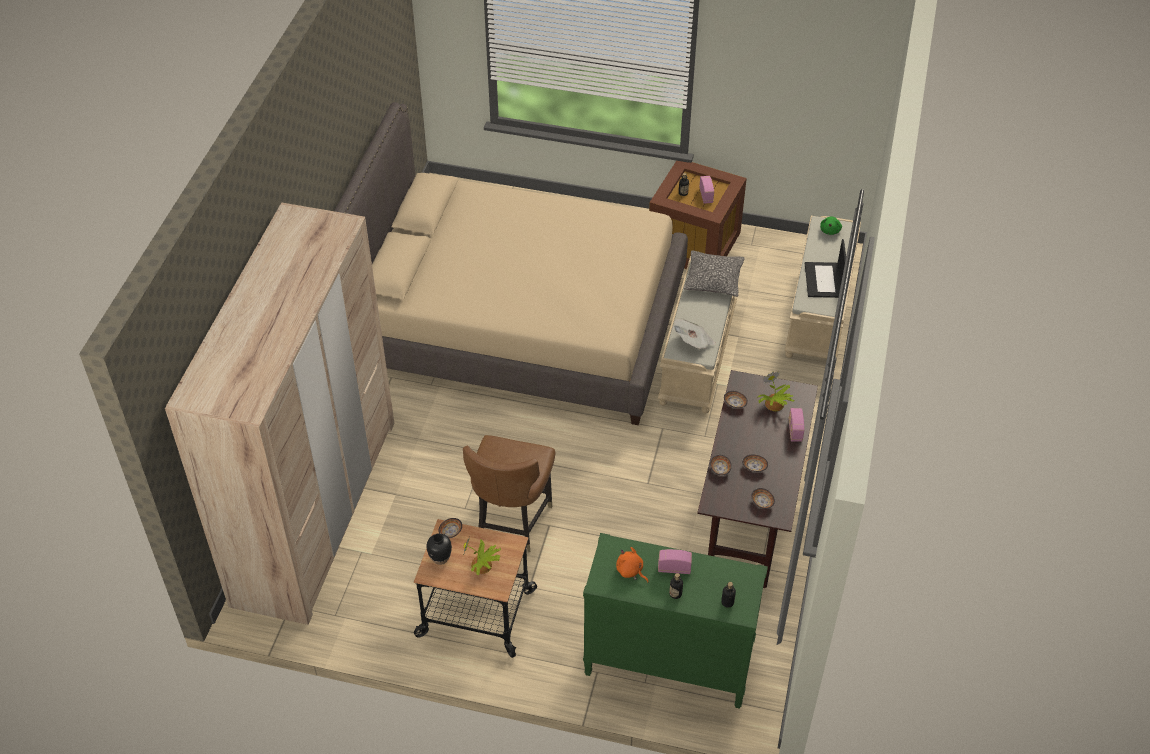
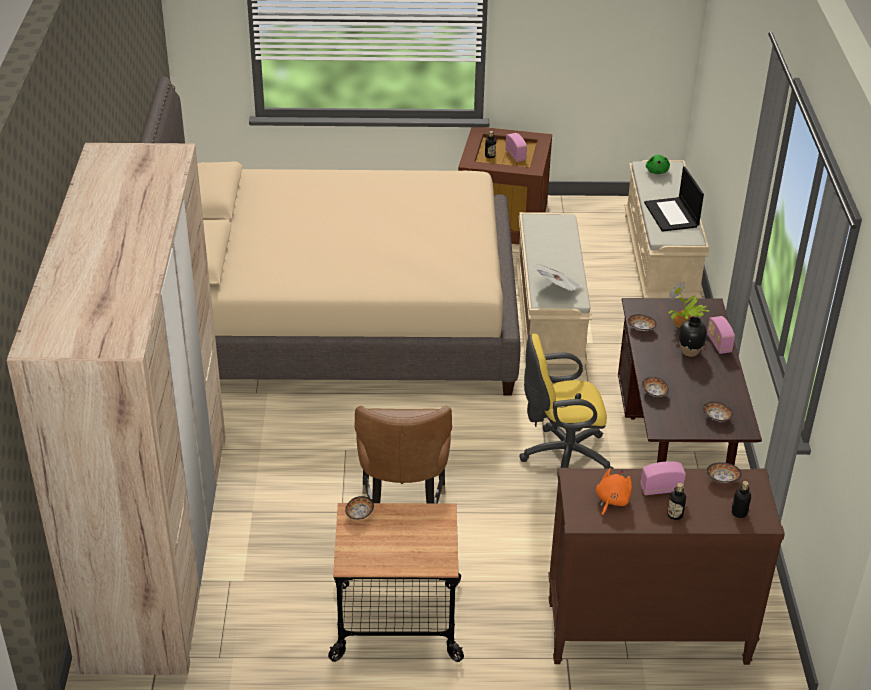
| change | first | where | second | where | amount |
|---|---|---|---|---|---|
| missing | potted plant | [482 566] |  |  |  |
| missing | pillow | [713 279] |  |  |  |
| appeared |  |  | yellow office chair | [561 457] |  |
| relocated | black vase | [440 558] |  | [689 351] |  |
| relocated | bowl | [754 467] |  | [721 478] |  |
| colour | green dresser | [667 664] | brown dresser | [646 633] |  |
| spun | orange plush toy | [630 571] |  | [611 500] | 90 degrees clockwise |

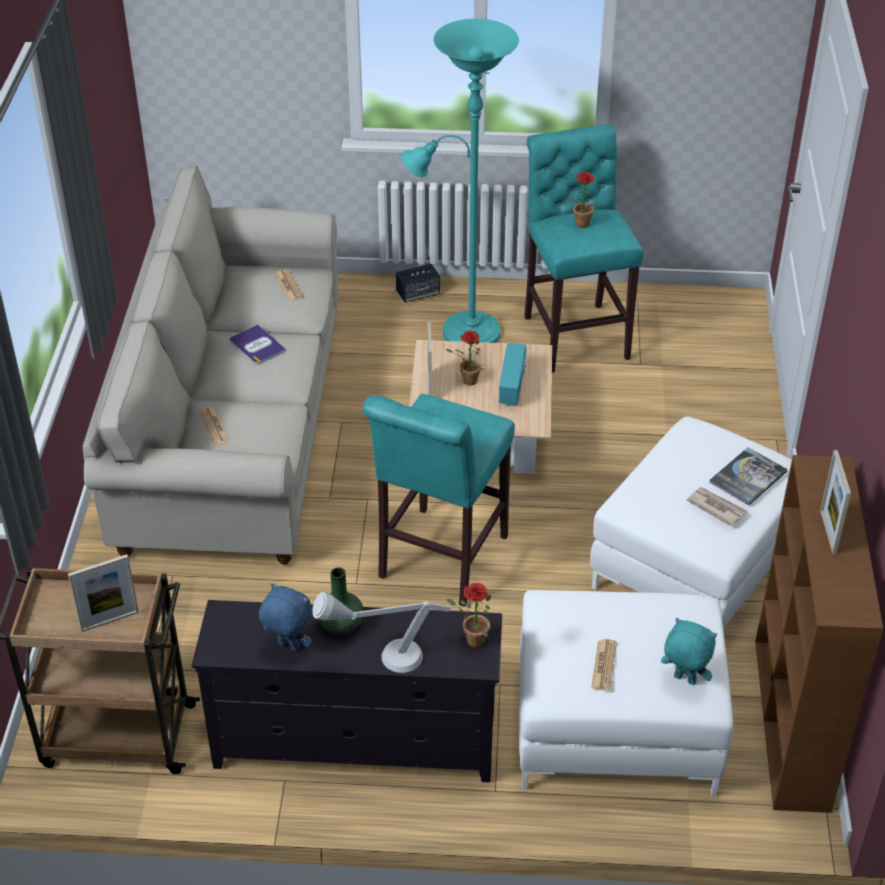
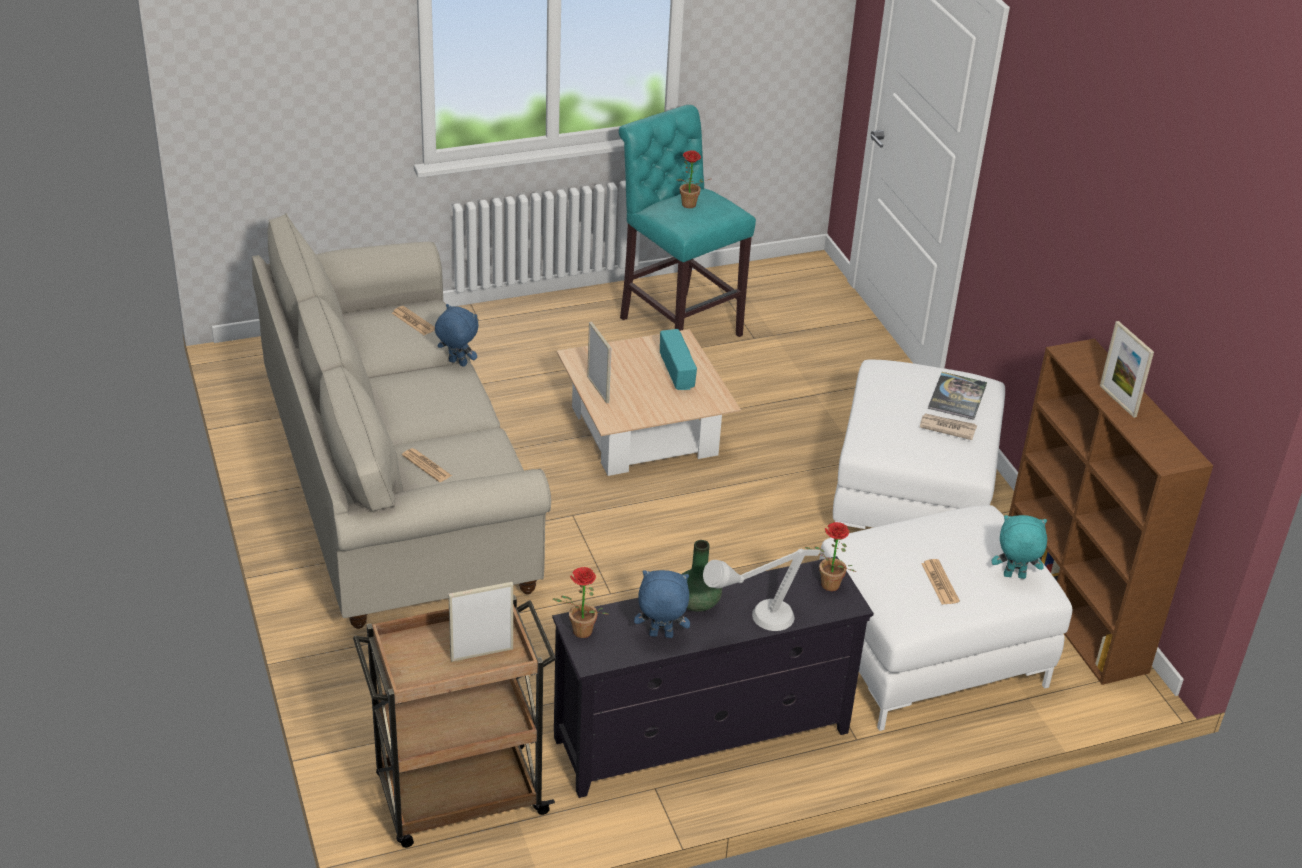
| change | first | where | second | where | amount |
|---|---|---|---|---|---|
| missing | book | [257 346] |  |  |  |
| missing | turquoise stool | [439 561] |  |  |  |
| missing | speaker | [418 294] |  |  |  |
| missing | turquoise floor lamp | [463 332] |  |  |  |
| appeared |  |  | blue plush toy | [457 363] |  |
| relocated | potted plant | [466 381] |  | [579 633] |  |
| spun | picture frame | [110 621] |  | [482 654] | 150 degrees counterclockwise |

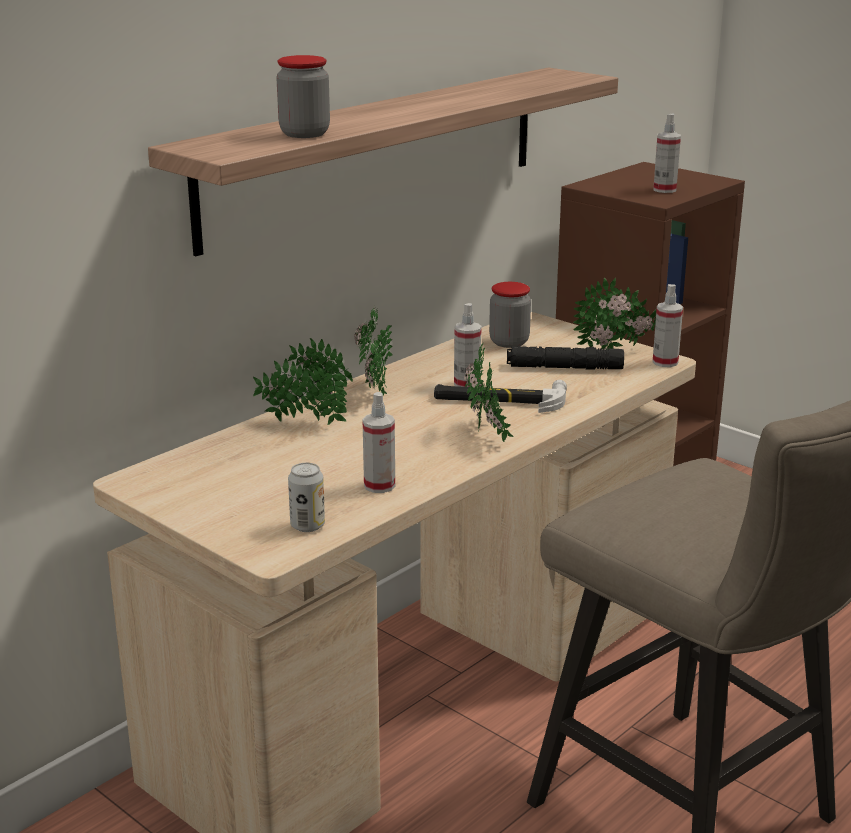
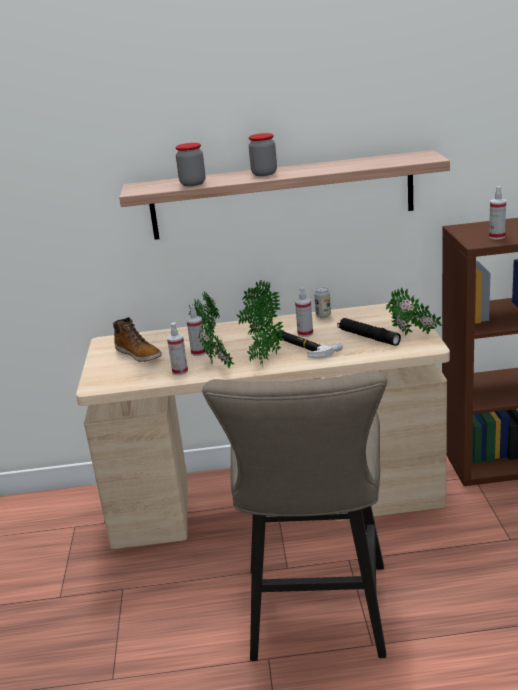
| change | first | where | second | where | amount |
|---|---|---|---|---|---|
| appeared |  |  | boot | [139 354] |  |
| appeared |  |  | potted plant | [218 367] |  |
| relocated | can | [307 526] |  | [323 315] |  |
| relocated | jar | [509 342] |  | [264 173] |  |
| relocated | spray bottle | [665 362] |  | [198 352] |  |

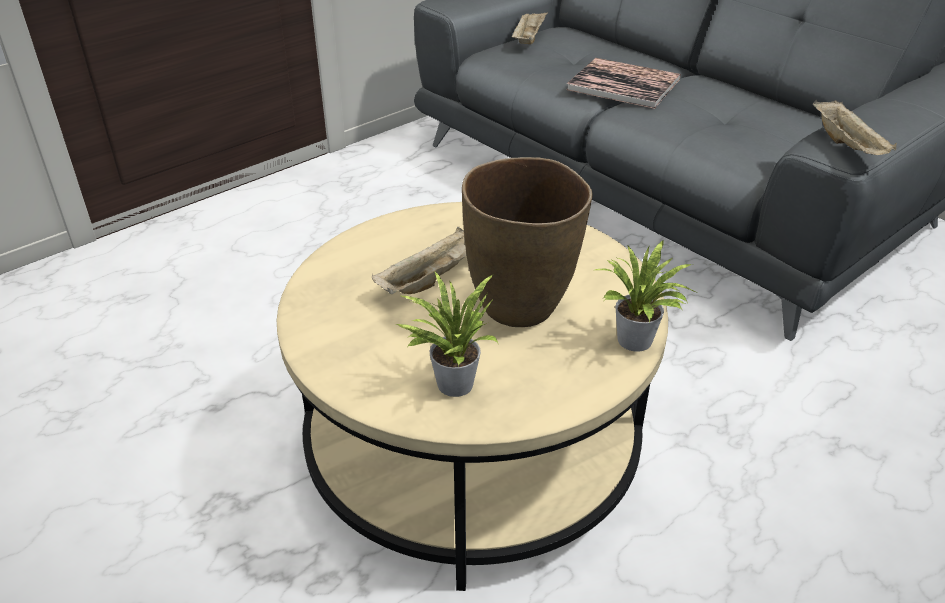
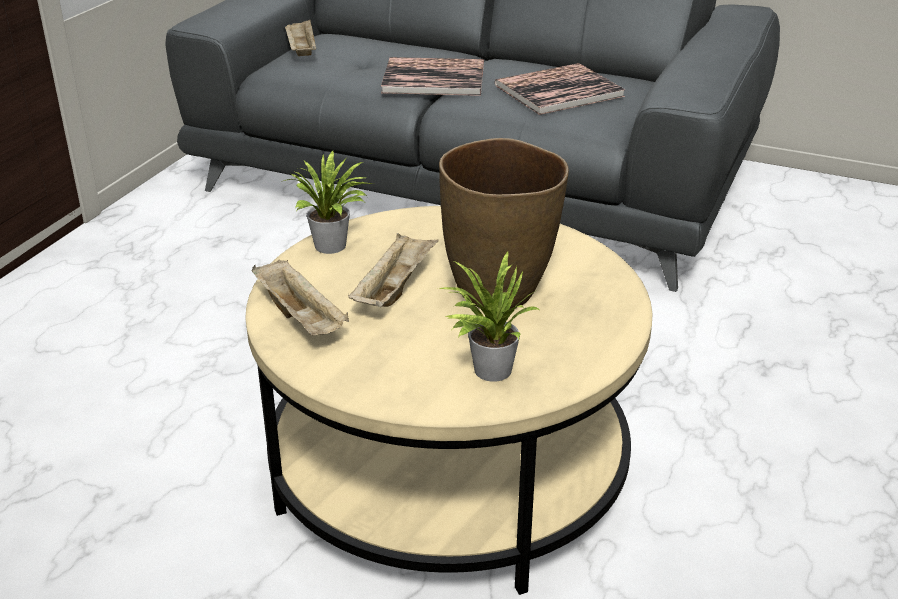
| change | first | where | second | where | amount |
|---|---|---|---|---|---|
| appeared |  |  | book | [559 90] |  |
| relocated | potted plant | [637 343] |  | [333 247] |  |
| relocated | beige tray | [848 146] |  | [301 318] |  |

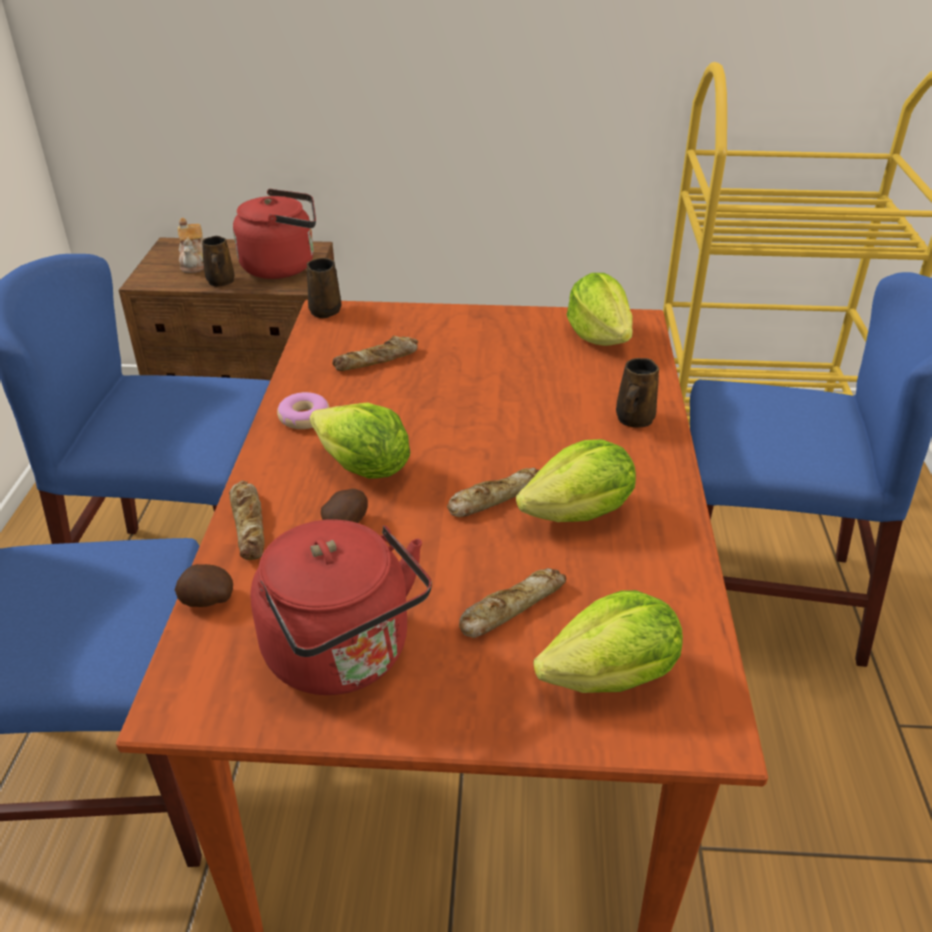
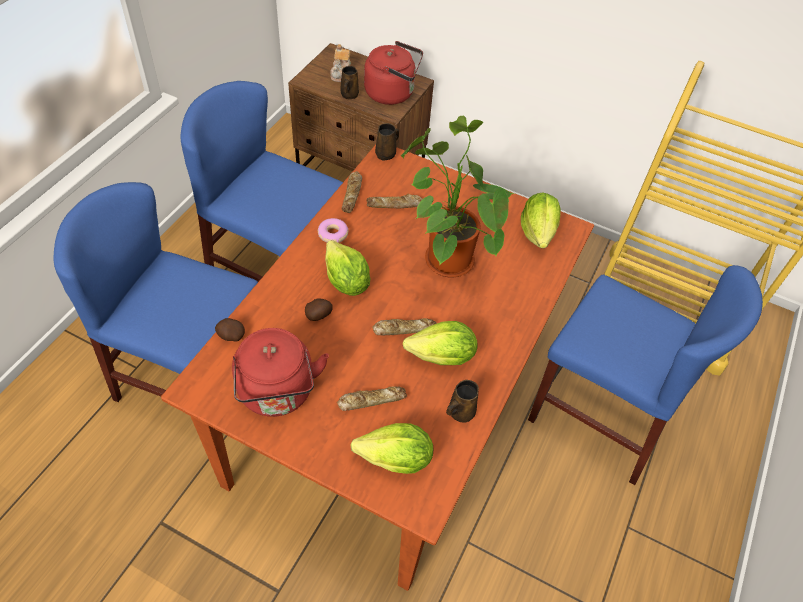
| change | first | where | second | where | amount |
|---|---|---|---|---|---|
| appeared |  |  | potted plant | [444 258] |  |
| relocated | bread | [249 525] |  | [352 194] |  |
| relocated | brown mug | [633 420] |  | [460 412] |  |

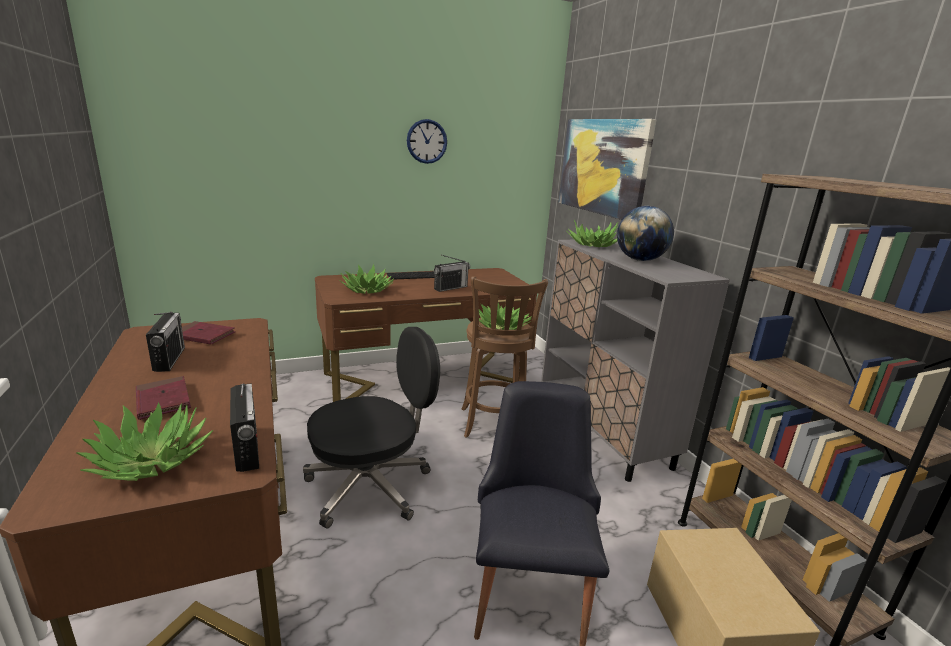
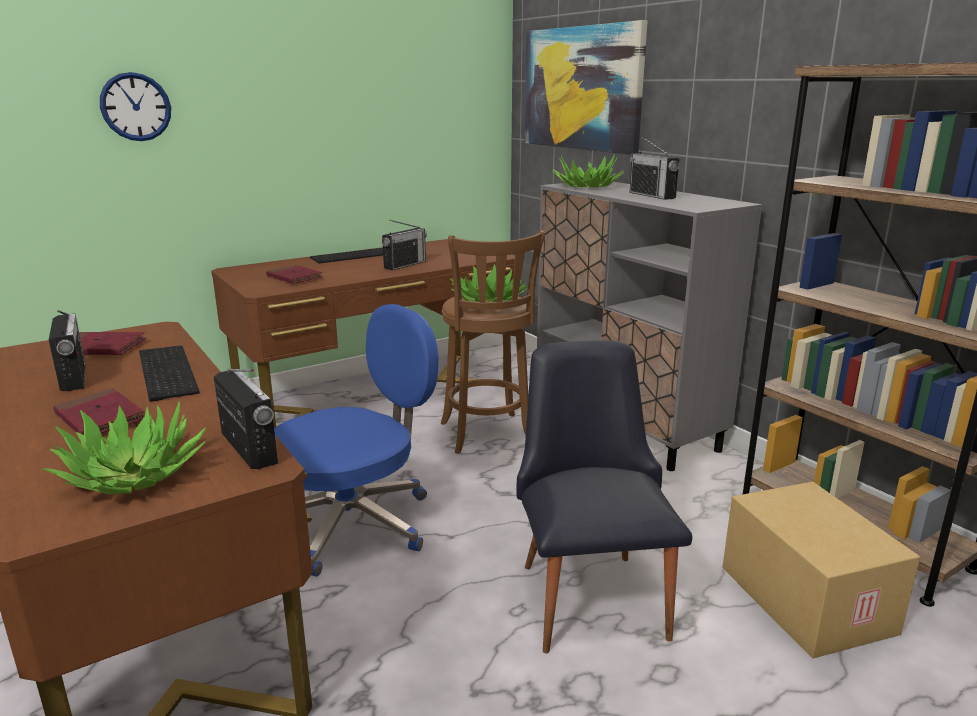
| change | first | where | second | where | amount |
|---|---|---|---|---|---|
| appeared |  |  | keyboard | [164 372] |  |
| relocated | wall clock | [427 141] |  | [136 107] |  |
| exchanged | potted plant | [367 290] | red book | [294 277] |  |
| exchanged | globe | [640 260] | radio | [652 195] |  |
| colour | black office chair | [371 486] | blue office chair | [355 523] |  |

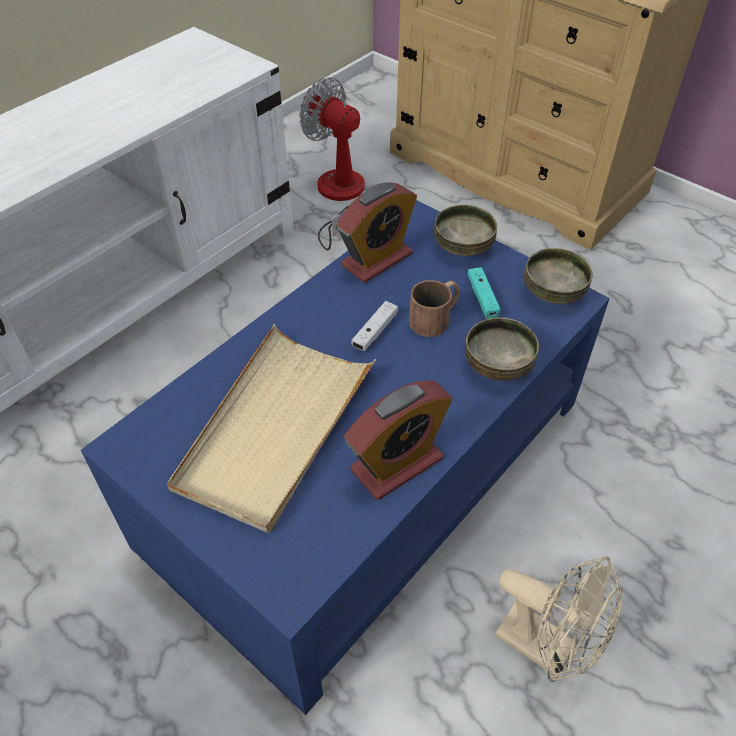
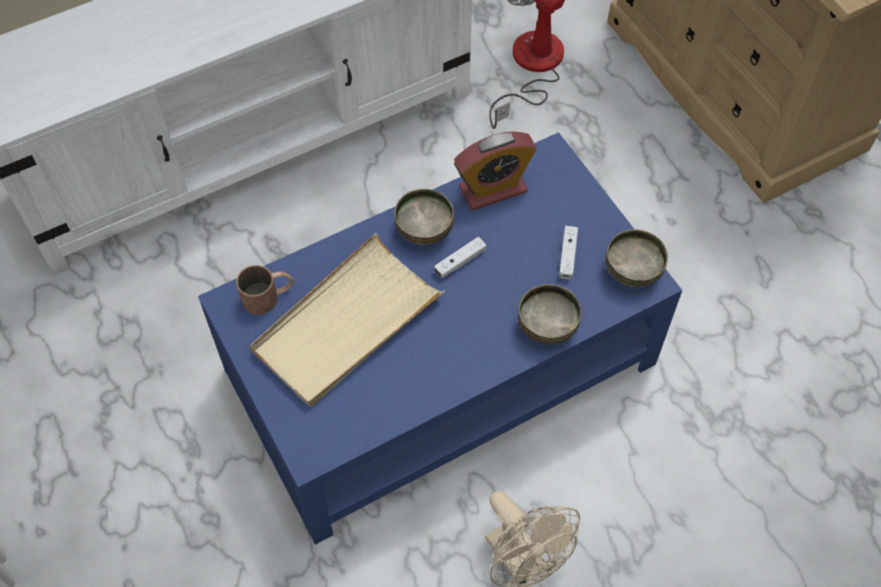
| change | first | where | second | where | amount |
|---|---|---|---|---|---|
| missing | alarm clock | [396 464] |  |  |  |
| relocated | brown mug | [436 317] |  | [268 296] |  |
| relocated | bowl | [463 247] |  | [425 229] |  |
| colour | turquoise game controller | [482 298] | white game controller | [567 256] |  |

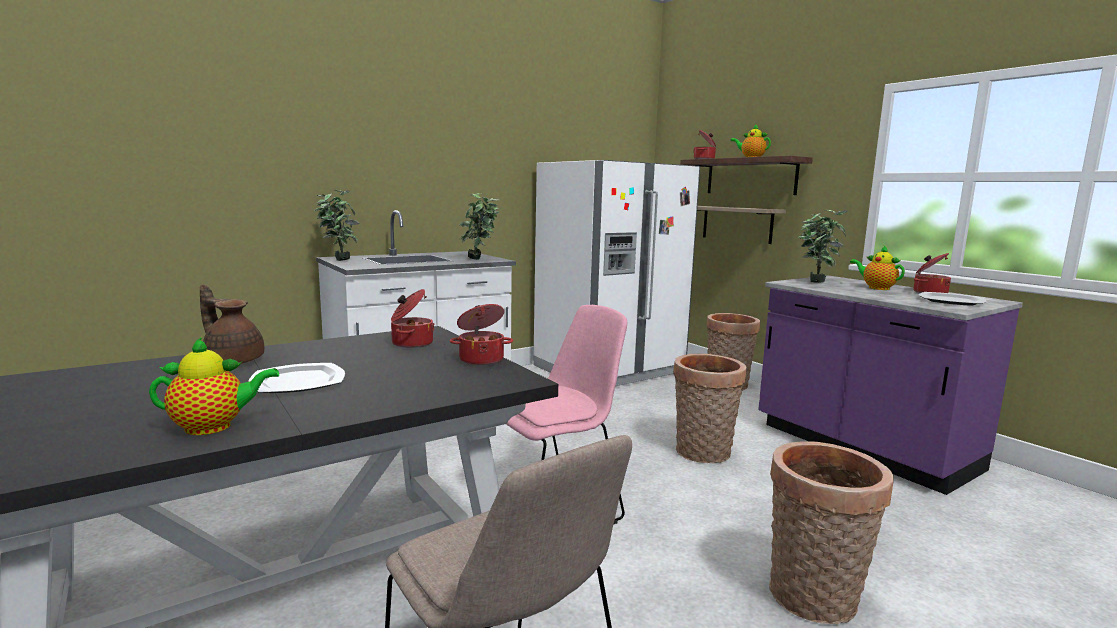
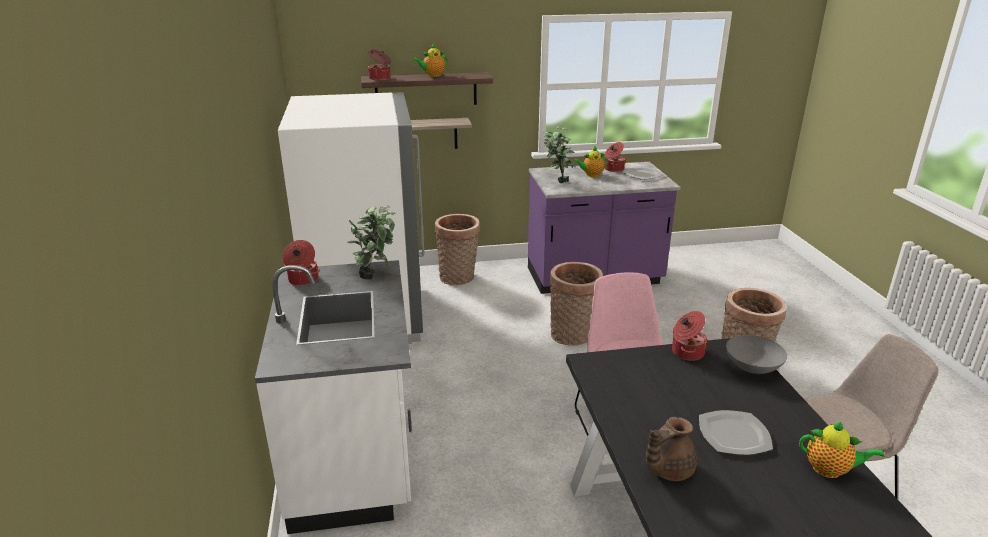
| change | first | where | second | where | amount |
|---|---|---|---|---|---|
| missing | potted plant | [338 260] |  |  |  |
| appeared |  |  | grey bowl | [752 368] |  |
| relocated | cooking pot | [411 343] |  | [302 280] |  |
| spun | teapot | [214 427] |  | [830 470] | 105 degrees clockwise |

